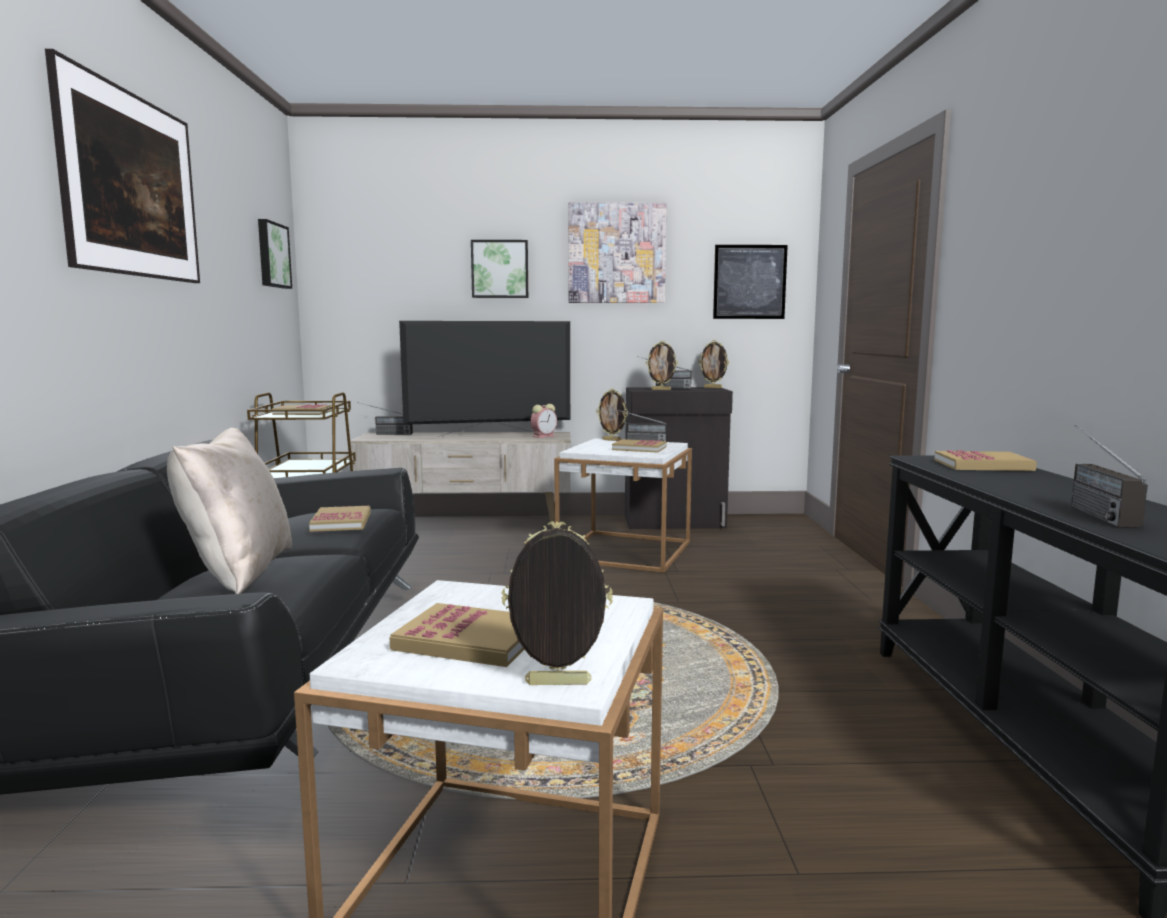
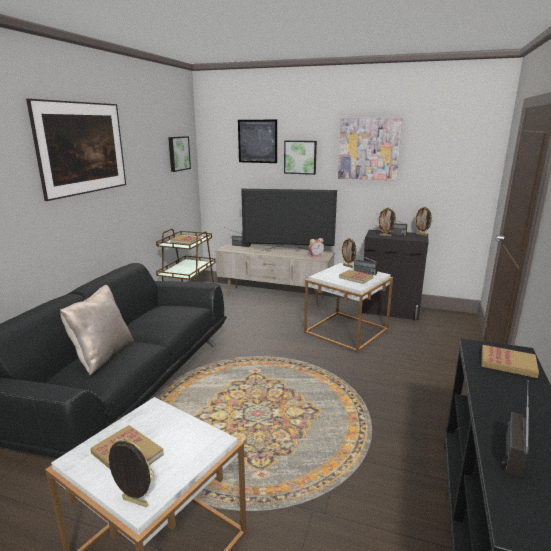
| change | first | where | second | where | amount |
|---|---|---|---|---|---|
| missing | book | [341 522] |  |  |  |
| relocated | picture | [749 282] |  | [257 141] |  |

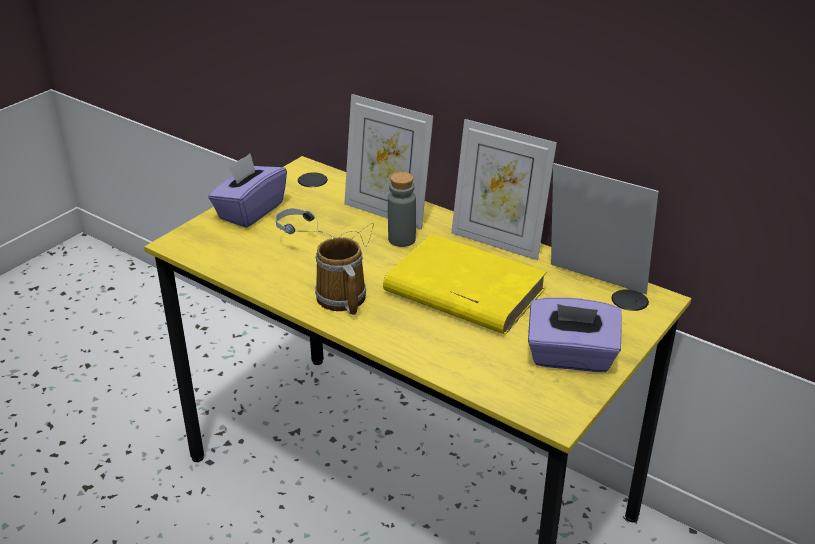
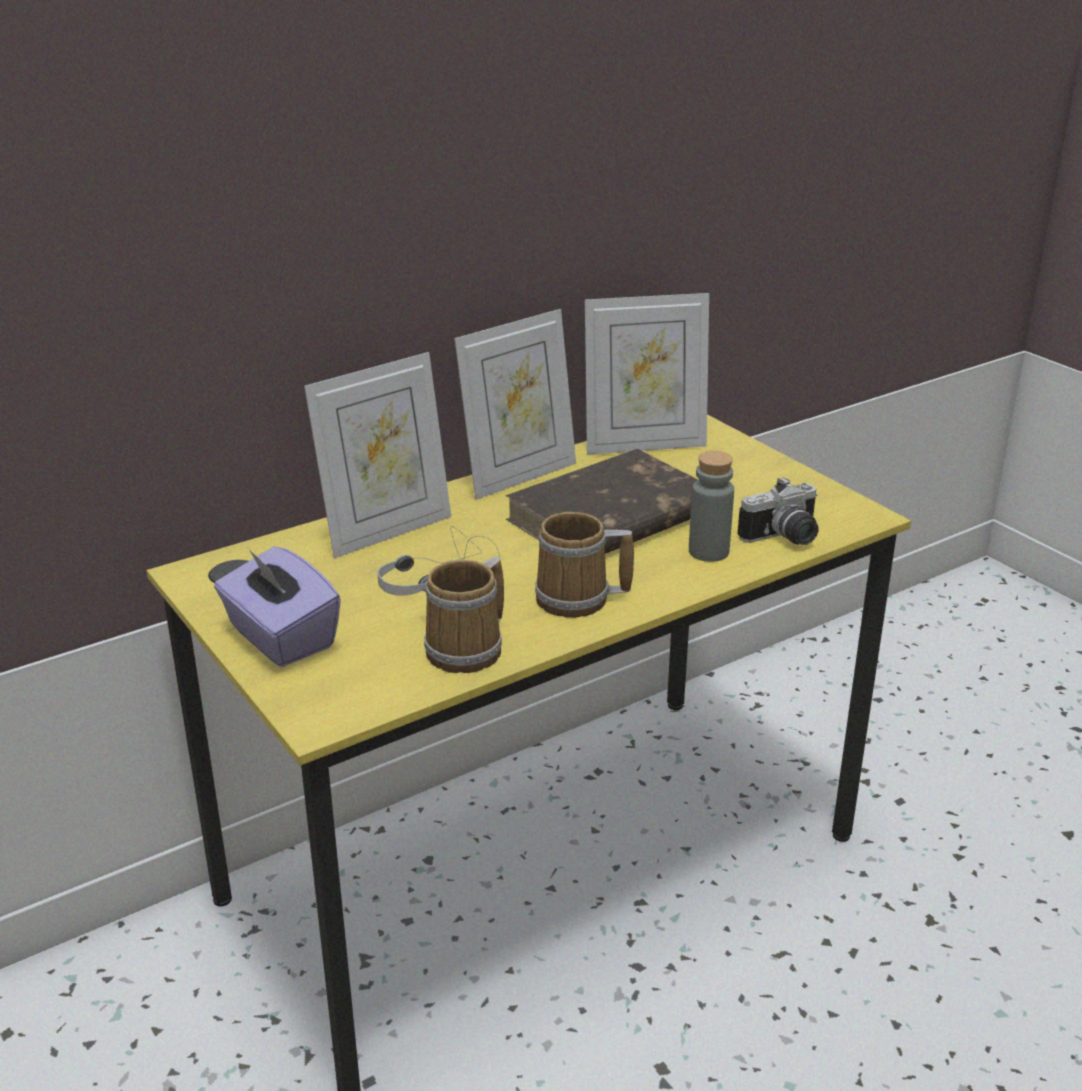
| change | first | where | second | where | amount |
|---|---|---|---|---|---|
| missing | purple tissue box | [571 357] |  |  |  |
| appeared |  |  | mug | [469 649] |  |
| appeared |  |  | photo camera | [784 538] |  |
| relocated | grey bottle | [402 239] |  | [708 552] |  |
| colour | yellow book | [463 291] | brown book | [610 517] |  |
| spun | picture frame | [593 284] |  | [644 445] | 150 degrees counterclockwise |

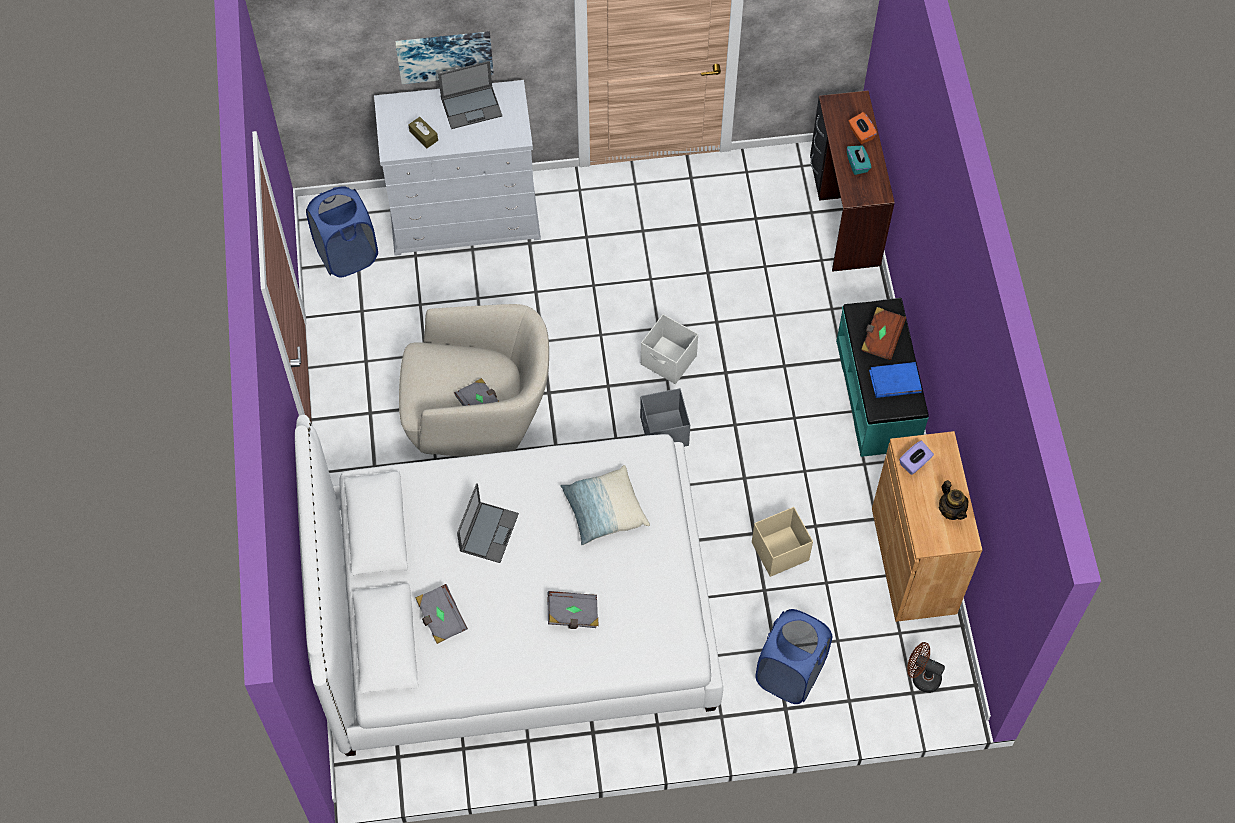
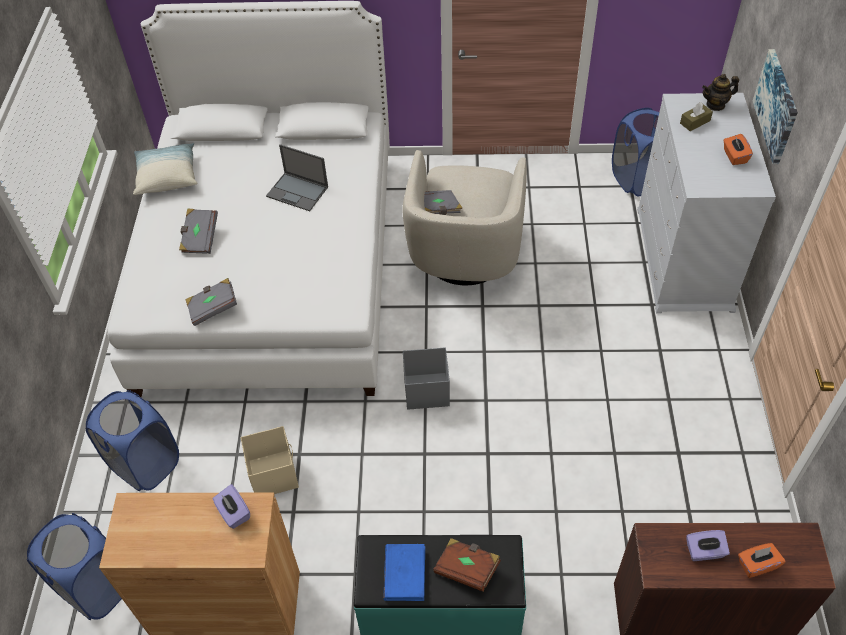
| change | first | where | second | where | amount |
|---|---|---|---|---|---|
| missing | white storage box | [669 361] |  |  |  |
| relocated | grey book | [441 618] |  | [213 308] |  |
| relocated | pillow | [604 511] |  | [167 176] |  |
| relocated | teapot | [951 510] |  | [715 105] |  |
| exchanged | laptop | [472 107] | orange tissue box | [734 156] |  |
| exchanged | brown fan | [921 677] | blue laundry basket | [96 586] |  |
| colour | turquoise tissue box | [857 164] | purple tissue box | [704 551] |  |

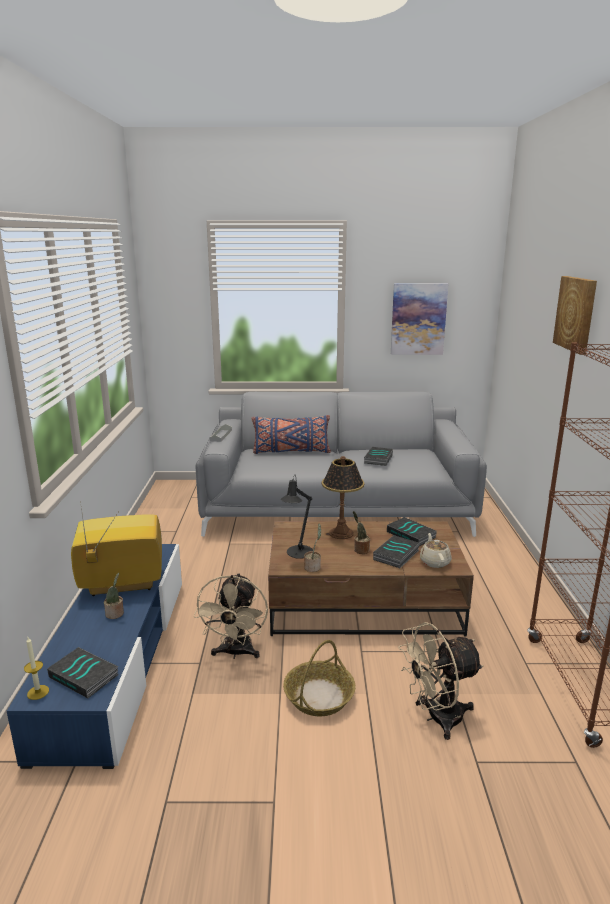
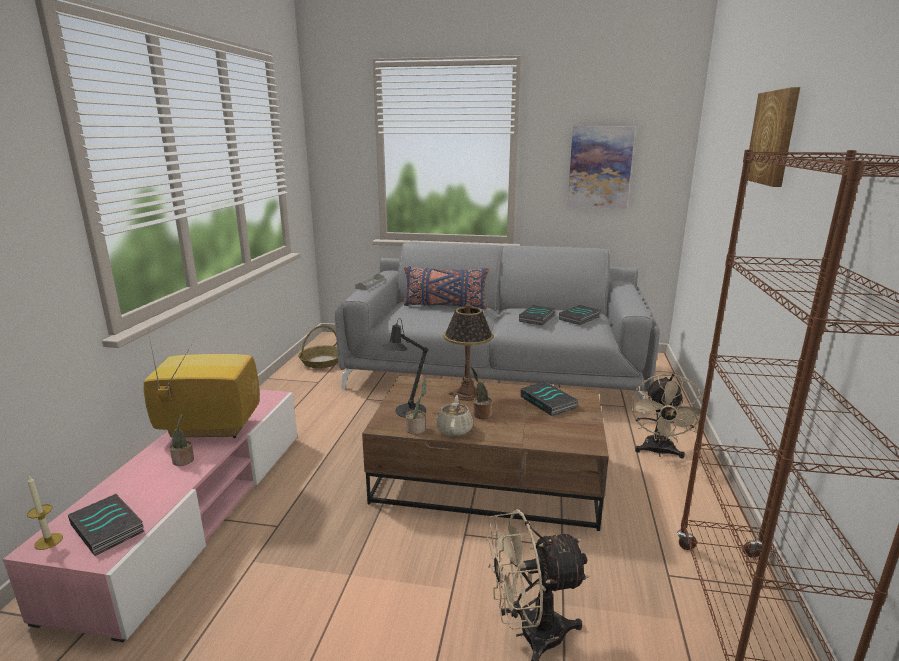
| change | first | where | second | where | amount |
|---|---|---|---|---|---|
| relocated | beige fan | [235 653] |  | [659 452] |  |
| relocated | basket | [319 696] |  | [322 361] |  |
| relocated | book | [397 555] |  | [580 318] |  |
| relocated | beige teapot | [434 562] |  | [454 429] |  |
| colour | blue tv stand | [117 659] | pink tv stand | [193 511] |  |

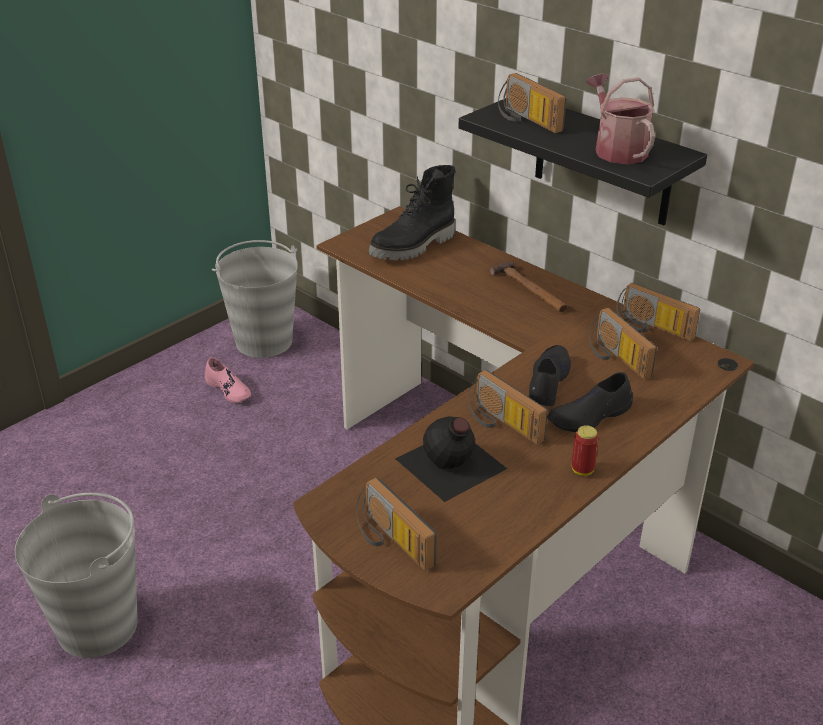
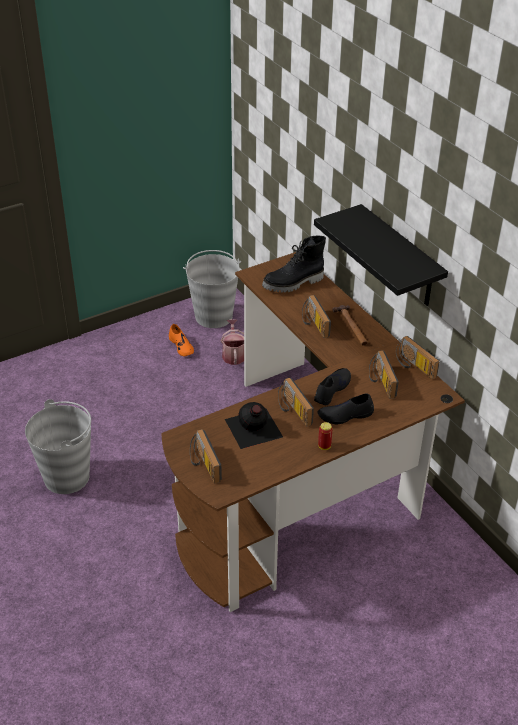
| change | first | where | second | where | amount |
|---|---|---|---|---|---|
| relocated | radio | [526 120] |  | [313 324] |  |
| relocated | watering can | [617 149] |  | [233 354] |  |
| colour | pink shoe | [229 389] | orange shoe | [181 346] |  |

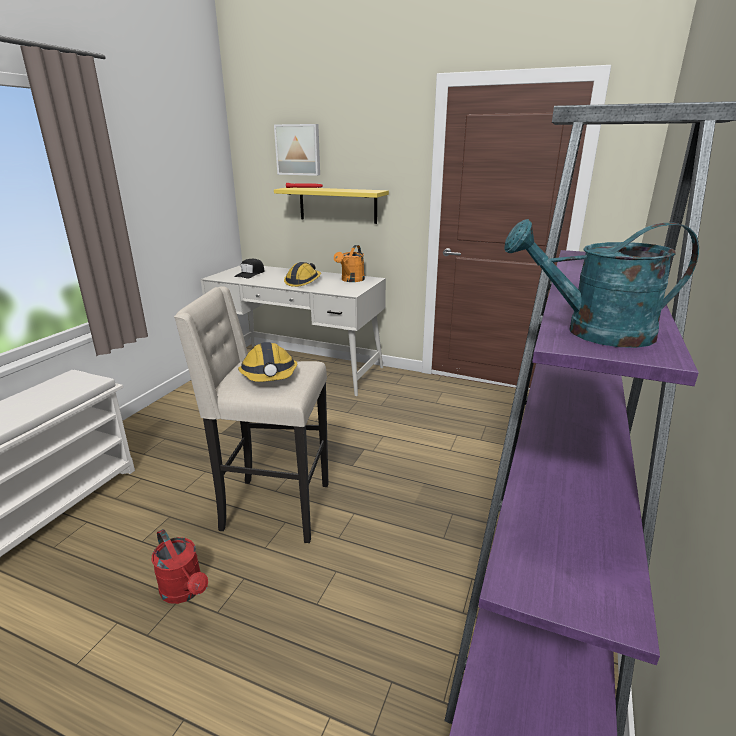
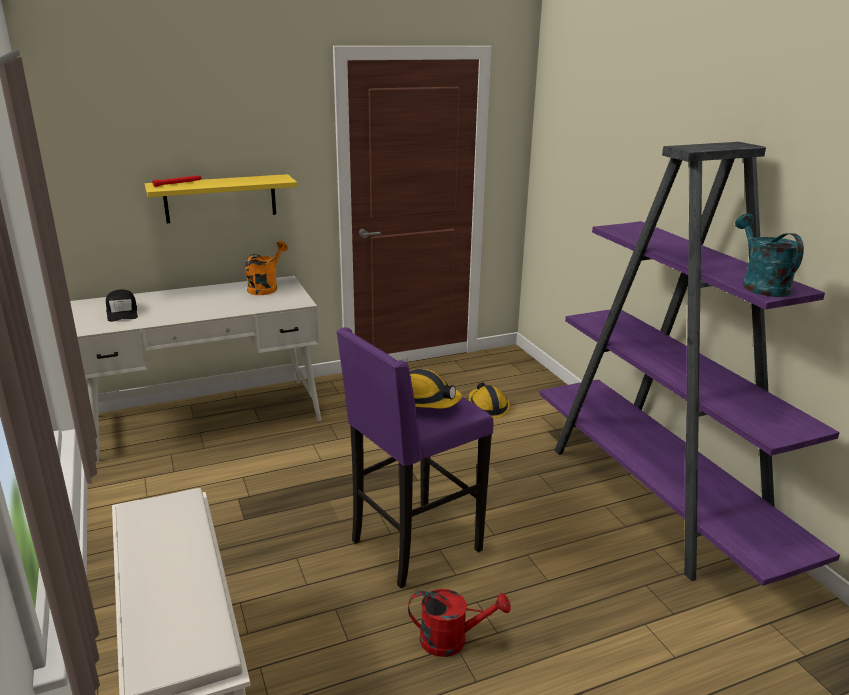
| change | first | where | second | where | amount |
|---|---|---|---|---|---|
| missing | picture | [298 150] |  |  |  |
| relocated | hard hat | [303 281] |  | [487 407] |  |
| colour | beige stool | [273 508] | purple stool | [413 546] |  |
| spun | orange watering can | [351 280] |  | [266 288] | 135 degrees counterclockwise |
| spun | turquoise watering can | [594 333] |  | [760 285] | 120 degrees clockwise |

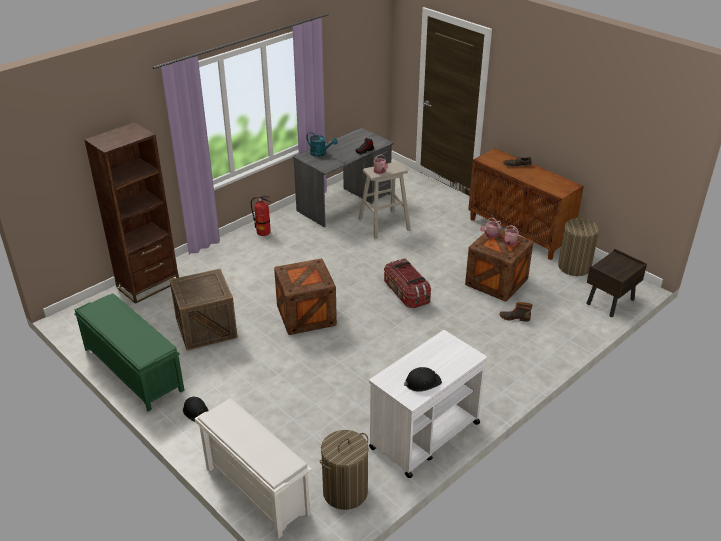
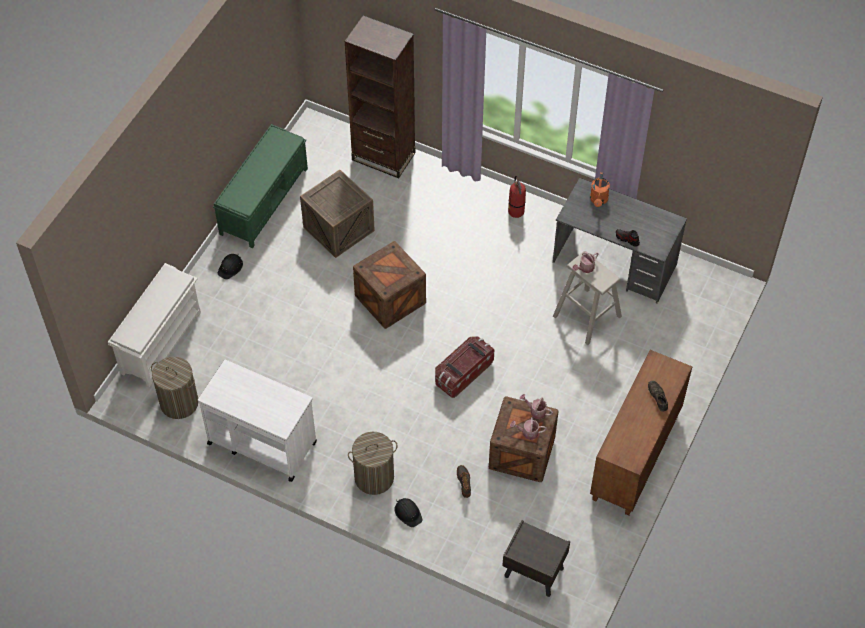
| change | first | where | second | where | amount |
|---|---|---|---|---|---|
| relocated | black hard hat | [422 382] |  | [408 513] |  |
| relocated | laundry basket | [574 267] |  | [374 477] |  |
| colour | turquoise watering can | [320 153] | orange watering can | [598 200] |  |

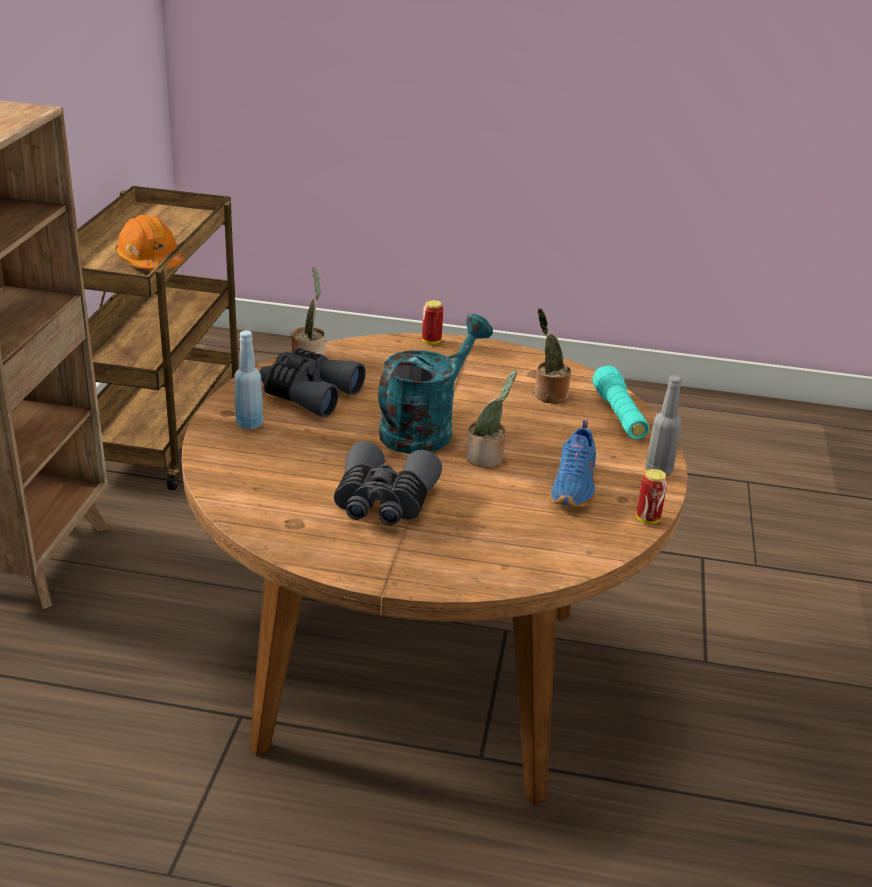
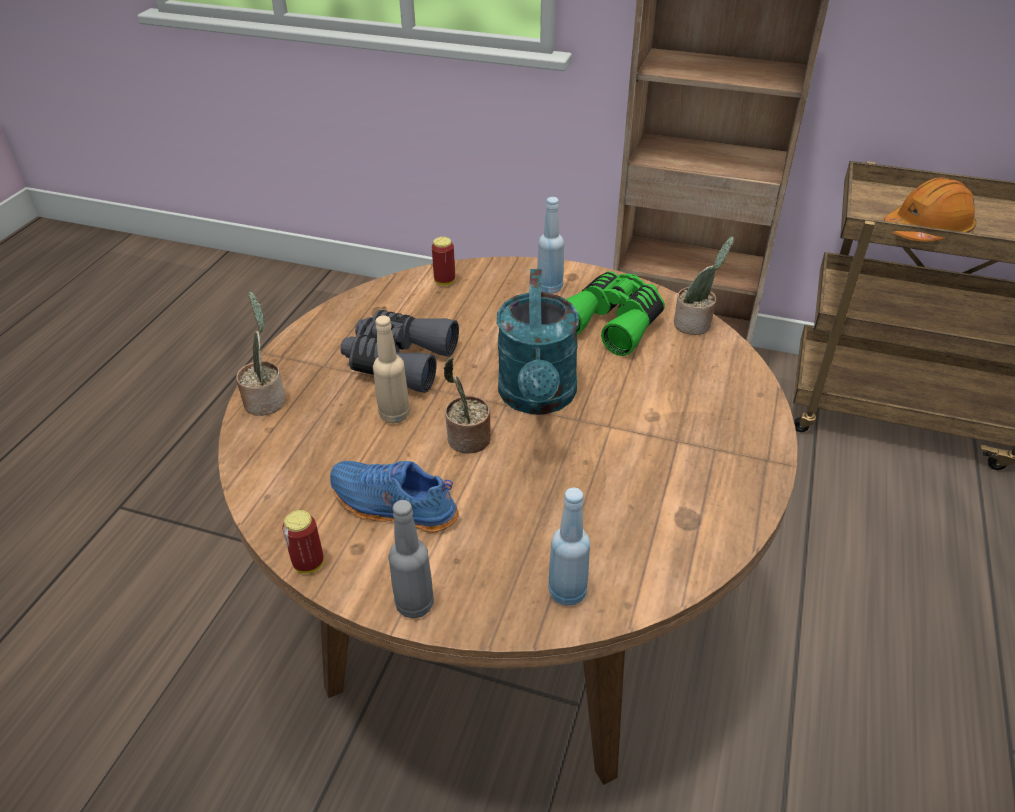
| change | first | where | second | where | amount |
|---|---|---|---|---|---|
| appeared |  |  | beige bottle | [394 415] |  |
| relocated | can | [431 341] |  | [444 281] |  |
| relocated | potted plant | [548 395] |  | [266 400] |  |
| exchanged | turquoise flashlight | [619 415] | blue bottle | [567 592] |  |
| colour | grey binoculars | [308 393] | green binoculars | [613 322] |  |
| spun | turquoise watering can | [425 428] |  | [538 398] | 45 degrees clockwise |

